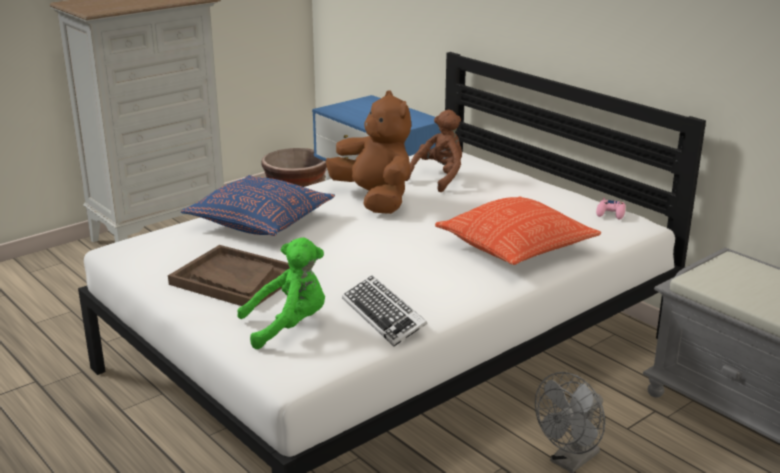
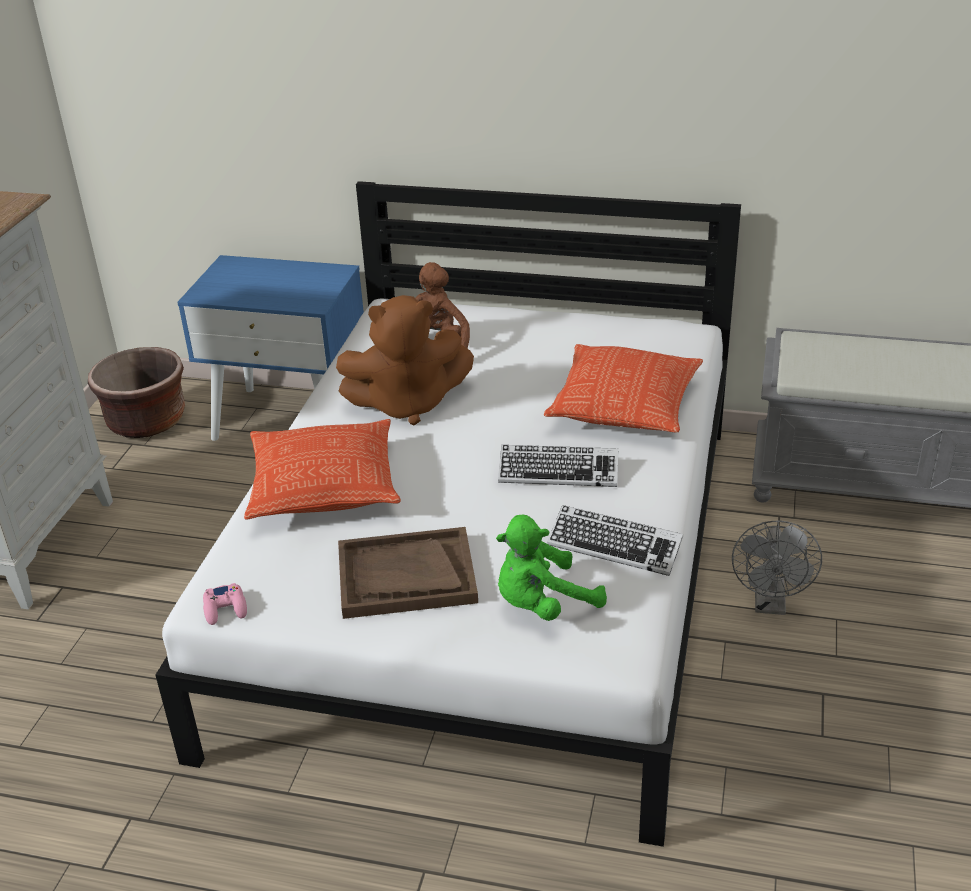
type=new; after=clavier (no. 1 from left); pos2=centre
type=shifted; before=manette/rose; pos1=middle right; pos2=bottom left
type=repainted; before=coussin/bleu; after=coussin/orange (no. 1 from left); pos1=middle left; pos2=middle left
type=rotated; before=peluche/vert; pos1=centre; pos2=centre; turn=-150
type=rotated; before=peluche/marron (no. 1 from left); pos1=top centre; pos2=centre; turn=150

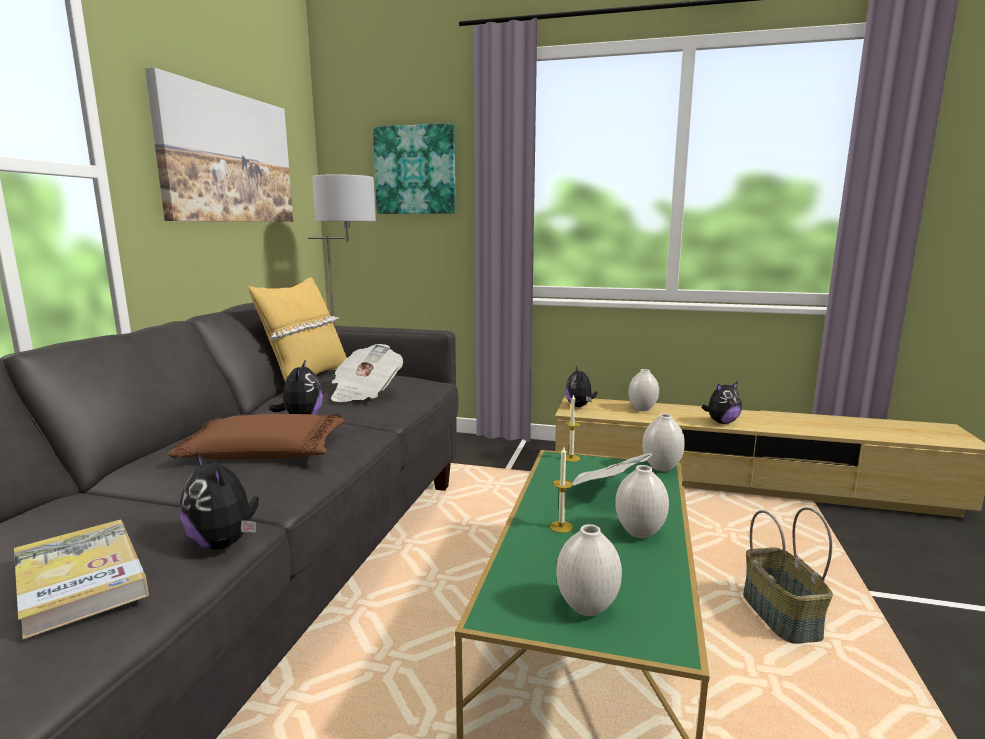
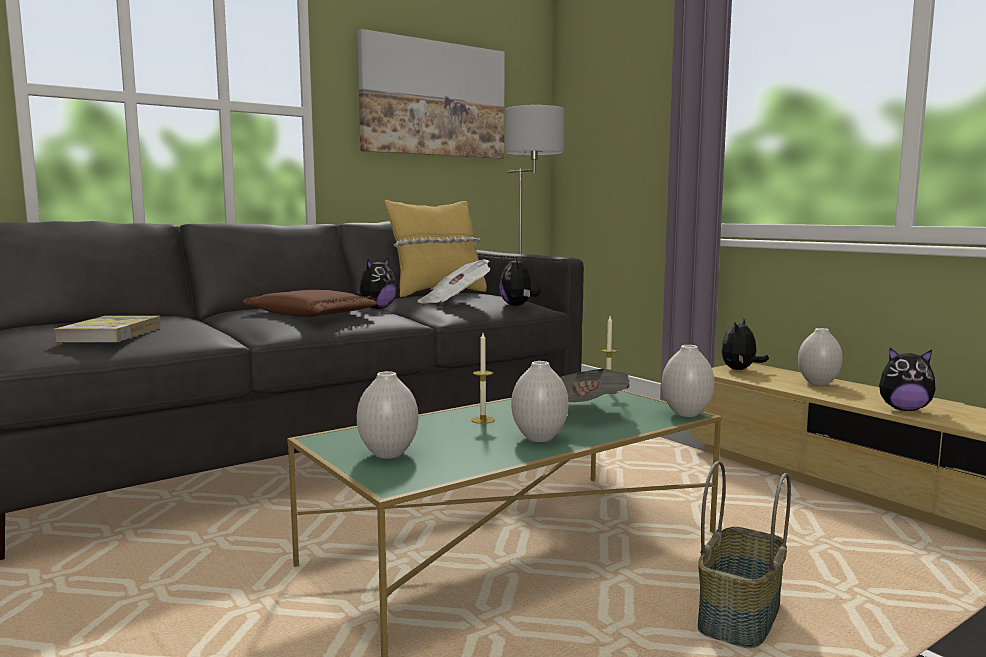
type=gone; before=tableau (no. 2 from left); pos1=top centre
type=shifted; before=peluche (no. 1 from left in the first image); after=peluche (no. 2 from left); pos1=bottom left; pos2=centre

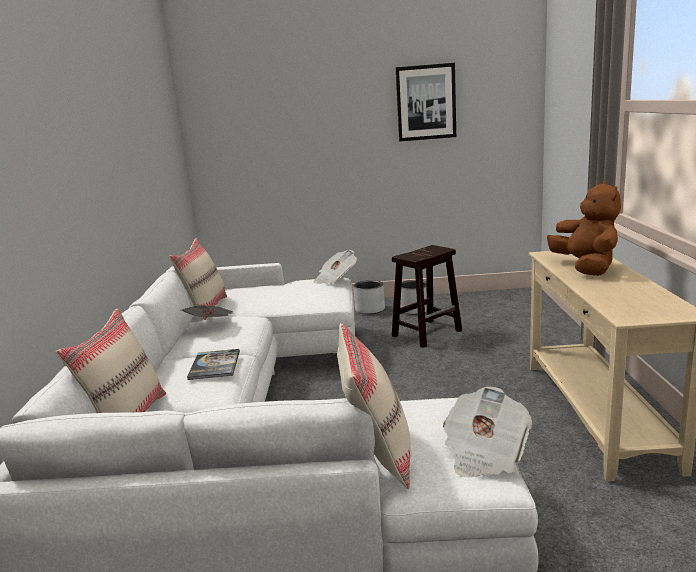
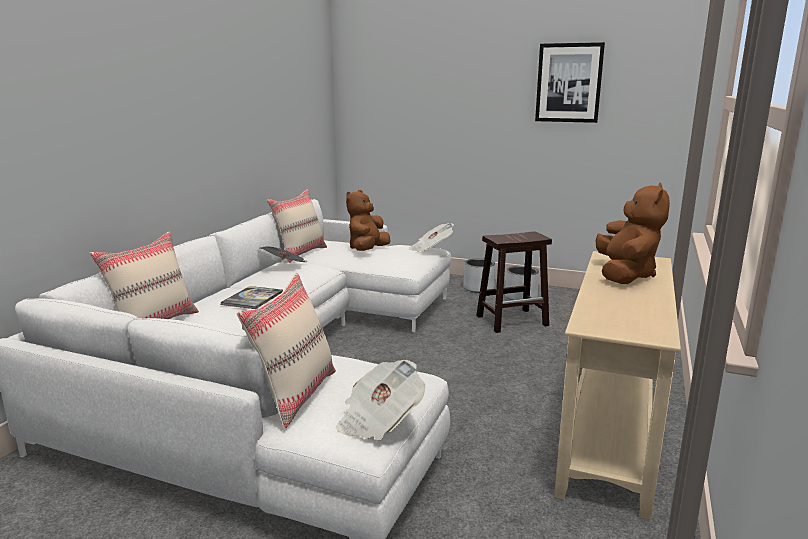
type=new; after=peluche/marron (no. 1 from left); pos2=centre

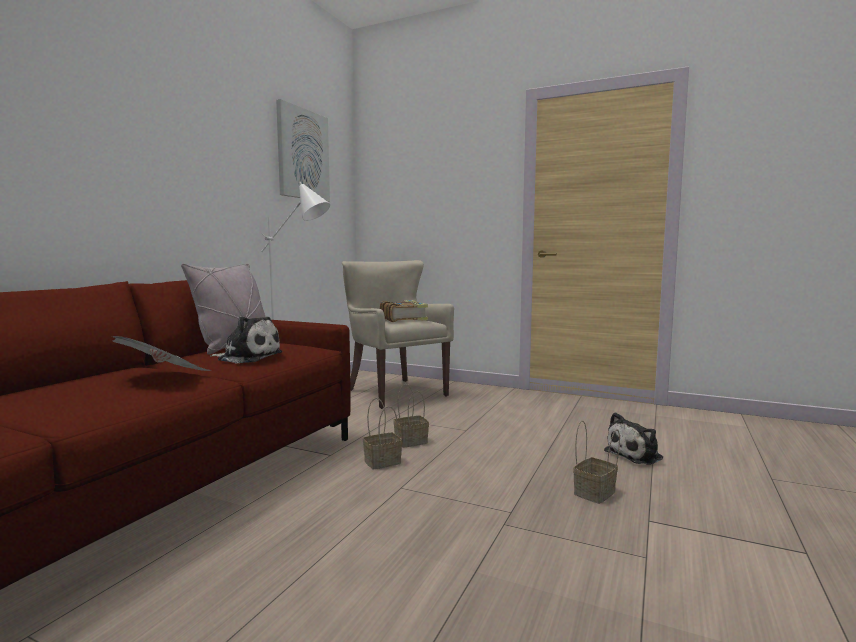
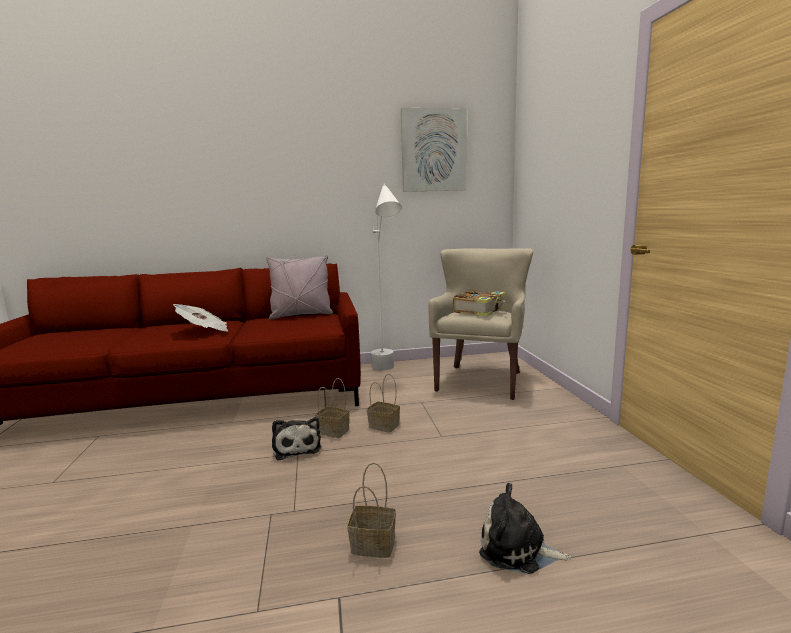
type=shifted; before=peluche (no. 1 from left); pos1=middle left; pos2=bottom centre

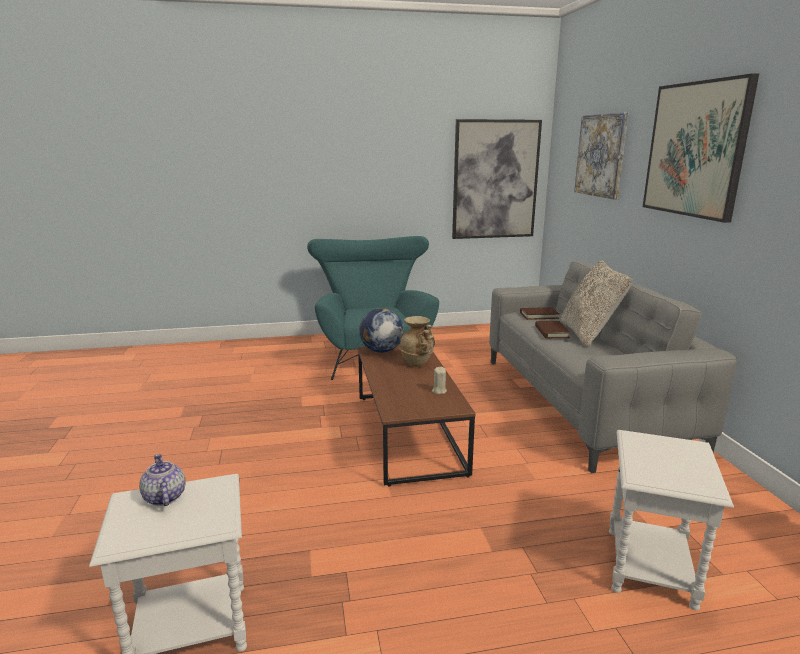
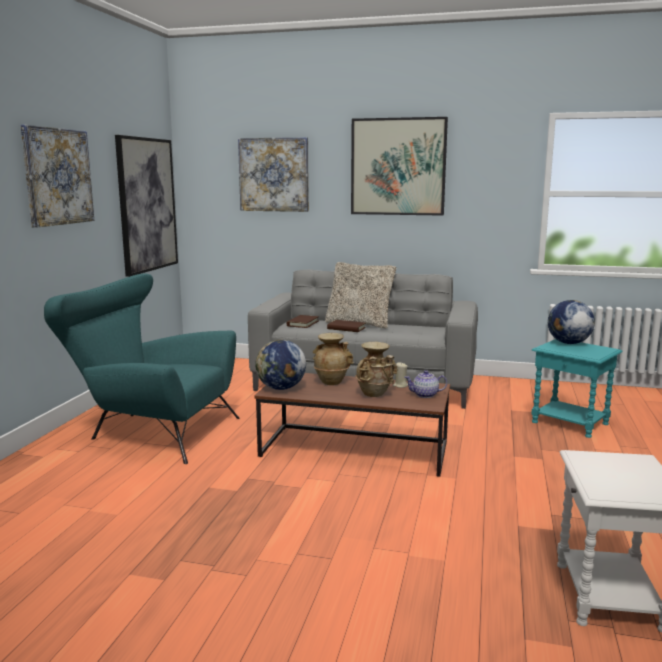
type=new; after=tableau (no. 1 from left); pos2=top left
type=new; after=vase/beige (no. 2 from left); pos2=centre
type=new; after=globe (no. 2 from left); pos2=middle right
type=shifted; before=théière; pos1=bottom left; pos2=centre
type=repainted; before=table d'appoint/blanc (no. 2 from left); after=table d'appoint/turquoise; pos1=bottom right; pos2=middle right

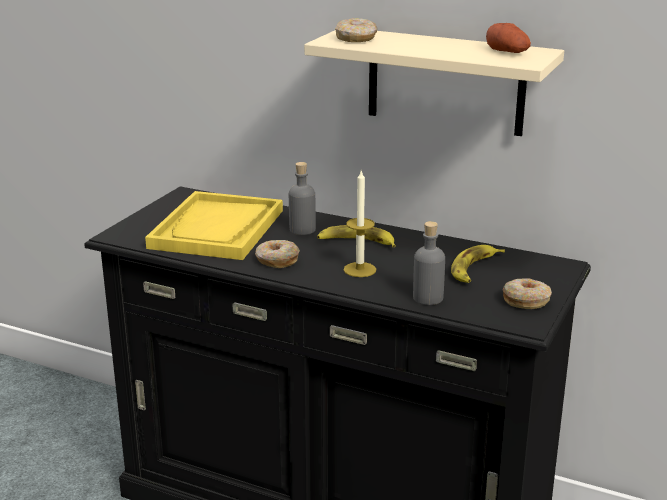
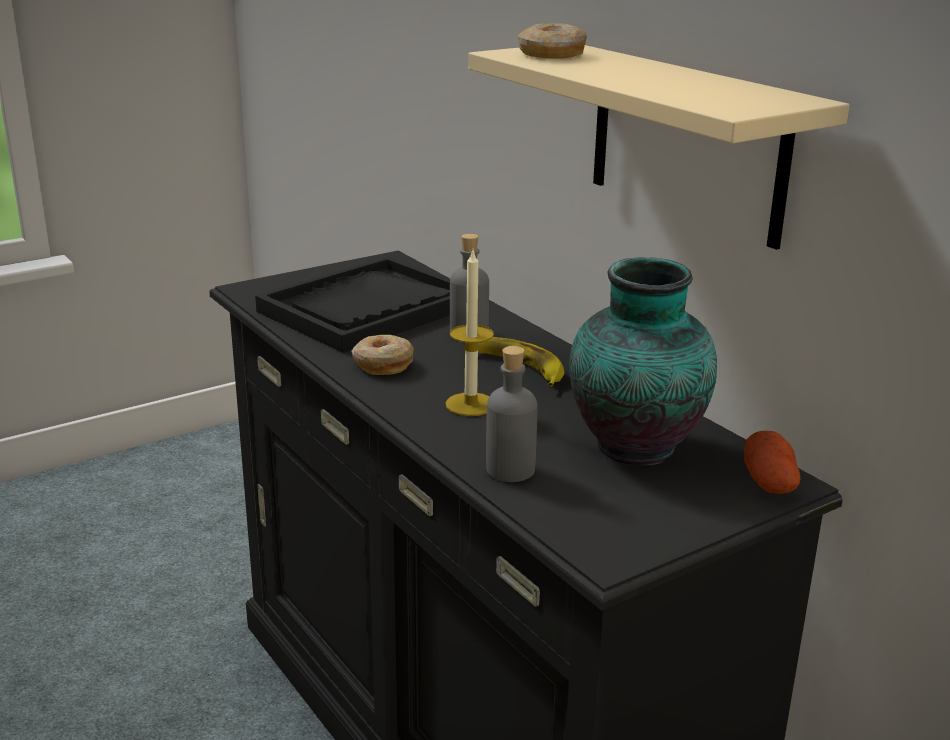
type=gone; before=beignet (no. 3 from left); pos1=middle right
type=shifted; before=pomme de terre; pos1=top right; pos2=middle right
type=swapped; before=banane (no. 2 from left); after=vase; pos1=middle right; pos2=middle right
type=repainted; before=plateau/jaune; after=plateau/noir; pos1=middle left; pos2=centre

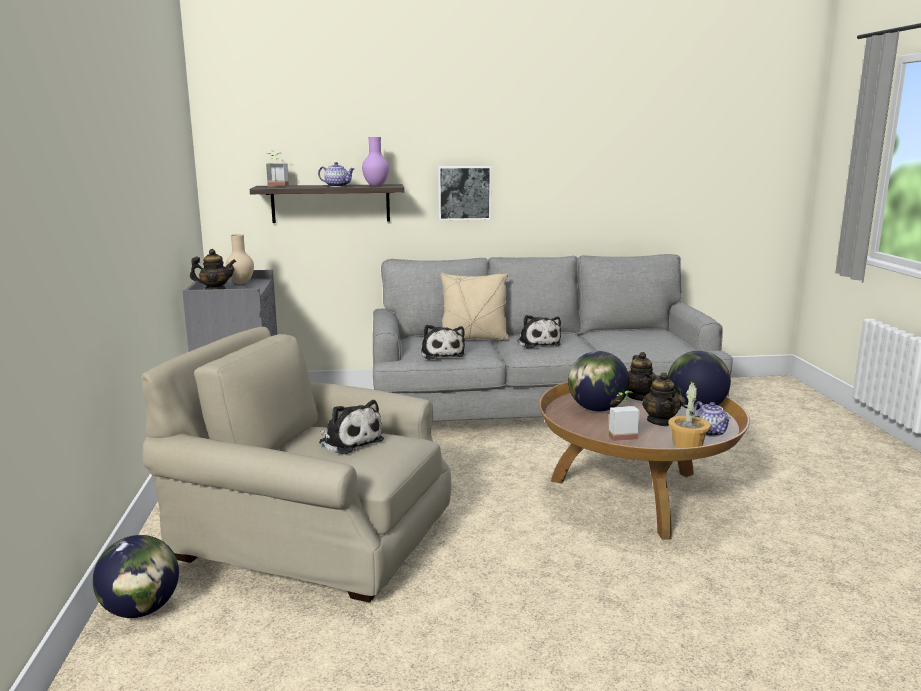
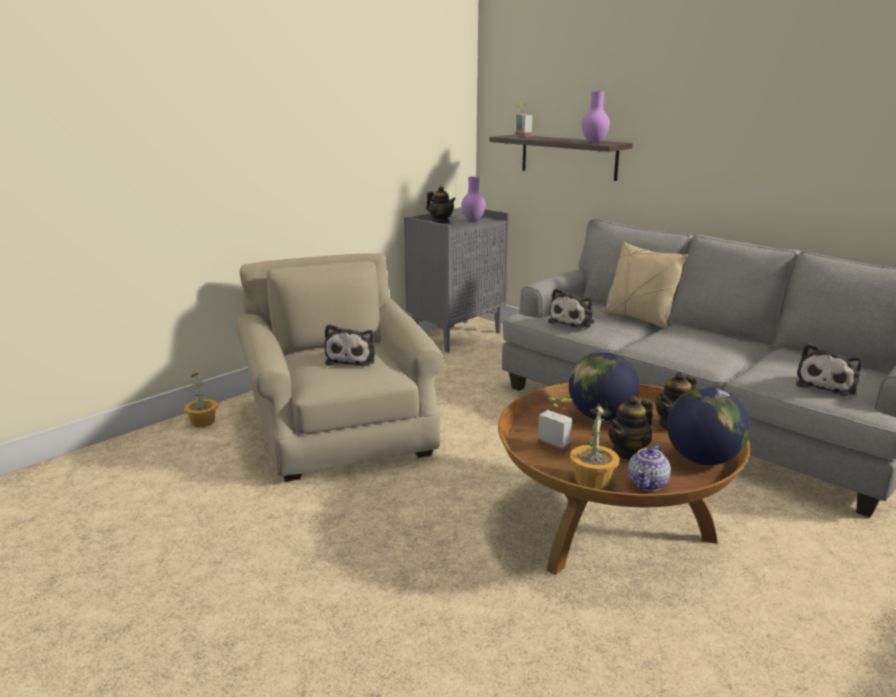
type=gone; before=théière (no. 2 from left); pos1=top centre
type=gone; before=tableau; pos1=top centre
type=shifted; before=peluche (no. 3 from left); pos1=centre; pos2=middle right
type=swapped; before=globe (no. 1 from left); after=plante en pot (no. 1 from left); pos1=bottom left; pos2=middle left
type=repainted; before=vase/beige; after=vase/violet (no. 1 from left); pos1=middle left; pos2=top centre

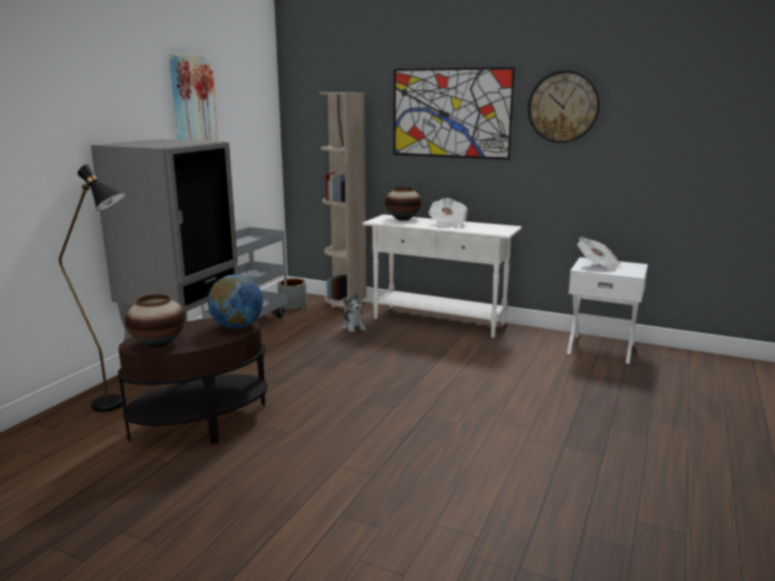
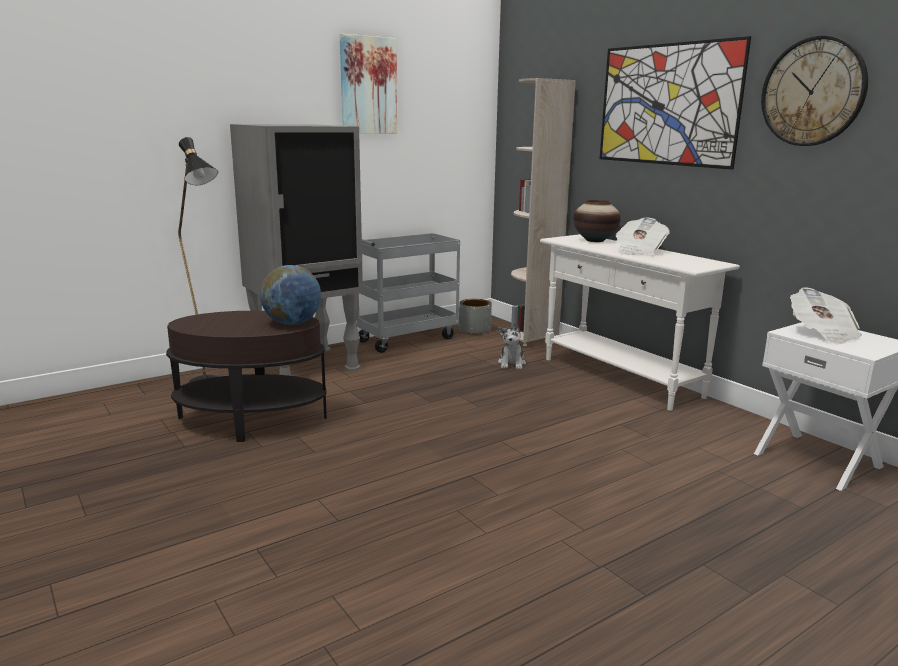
type=gone; before=vase (no. 1 from left); pos1=middle left

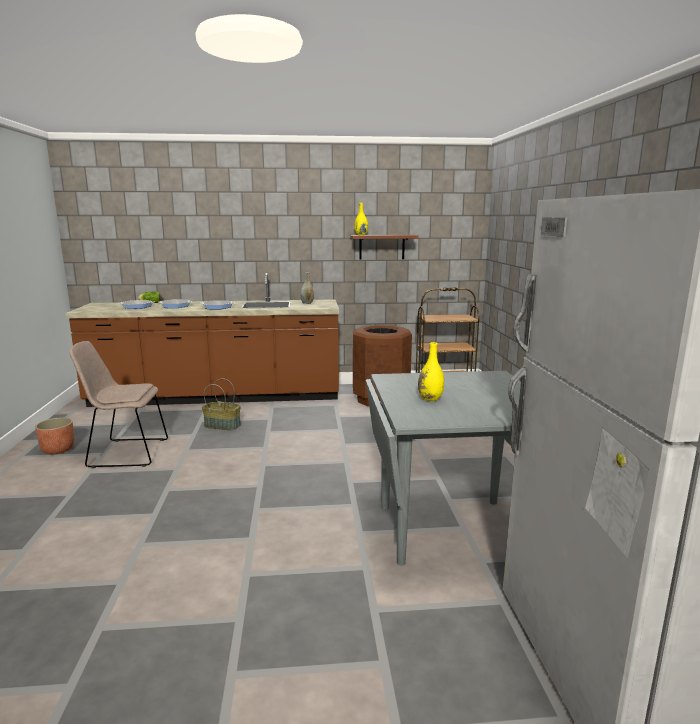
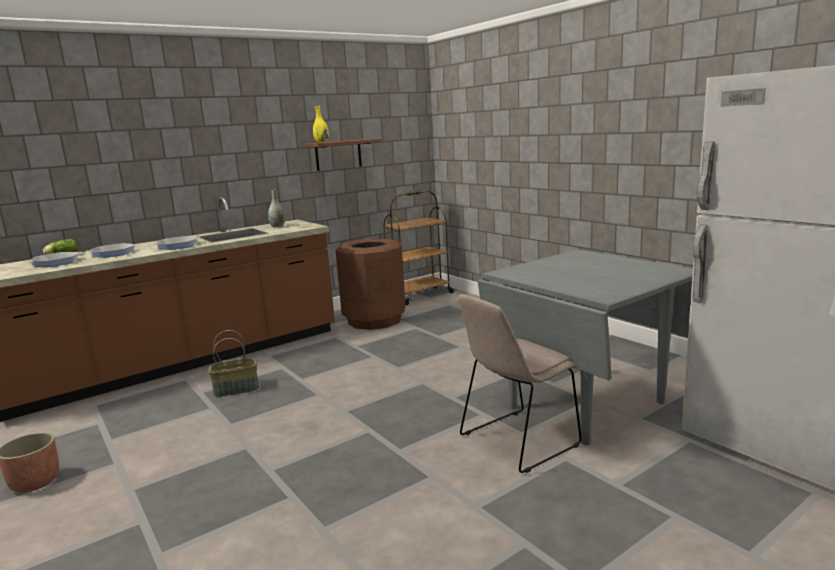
type=gone; before=vase/jaune (no. 2 from left); pos1=centre
type=shifted; before=chaise/beige; pos1=middle left; pos2=bottom centre

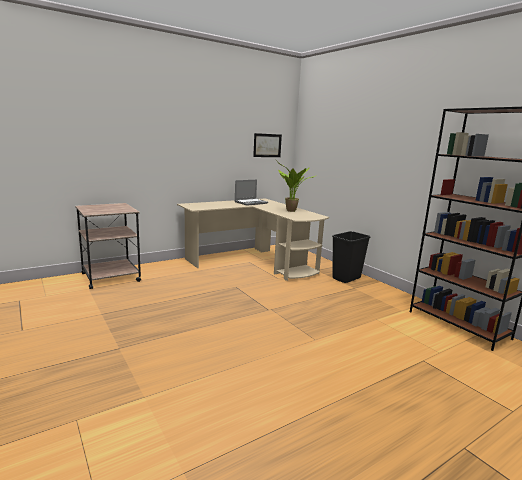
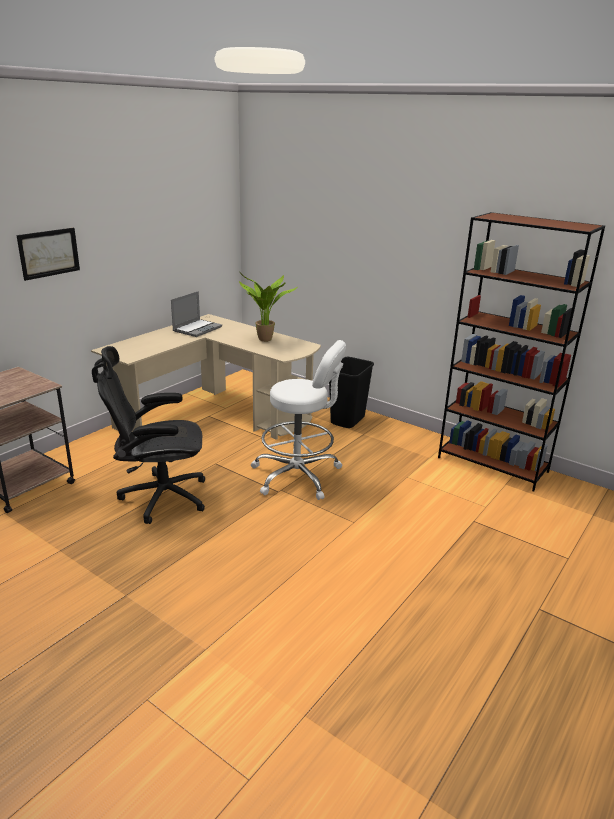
type=new; after=chaise de bureau; pos2=middle left
type=new; after=tabouret/blanc; pos2=centre
type=shifted; before=tableau; pos1=top centre; pos2=top left

